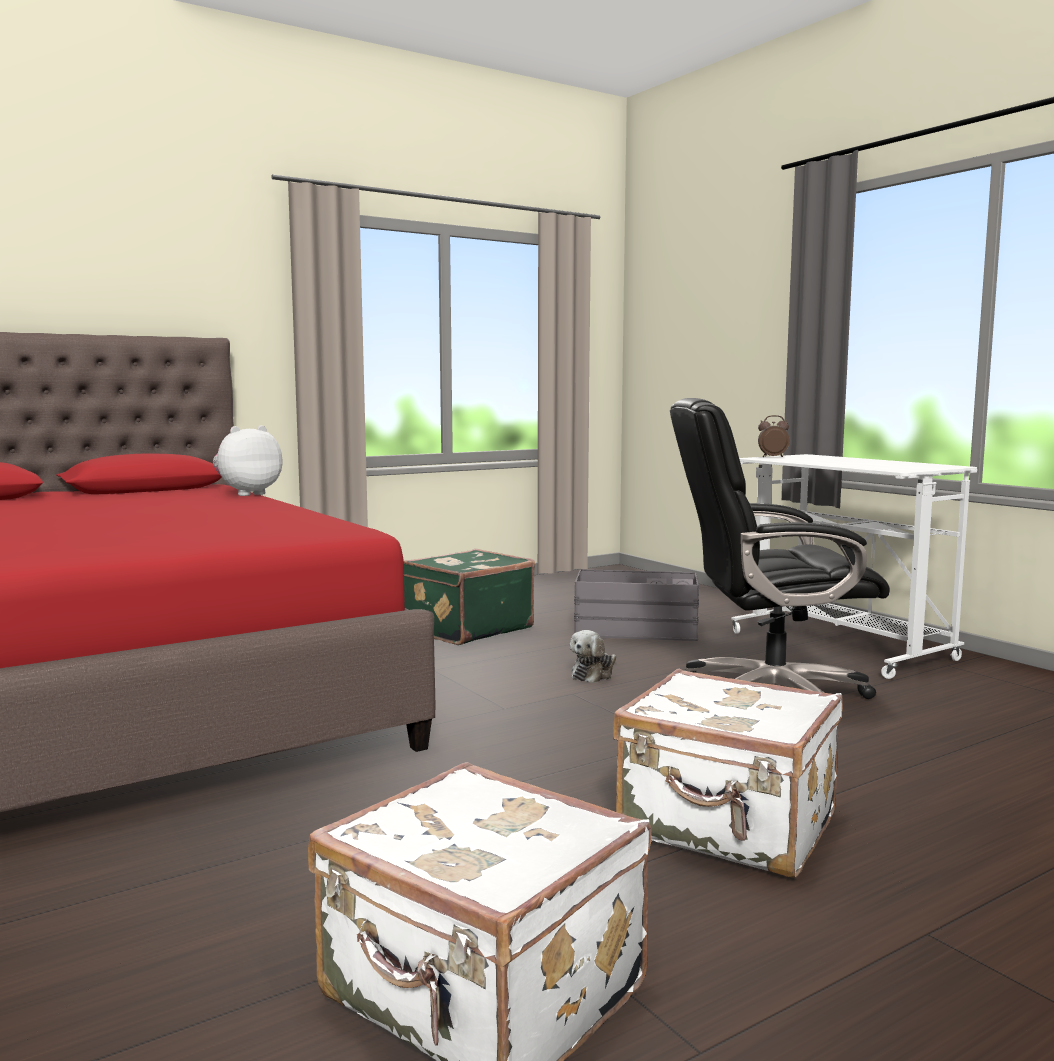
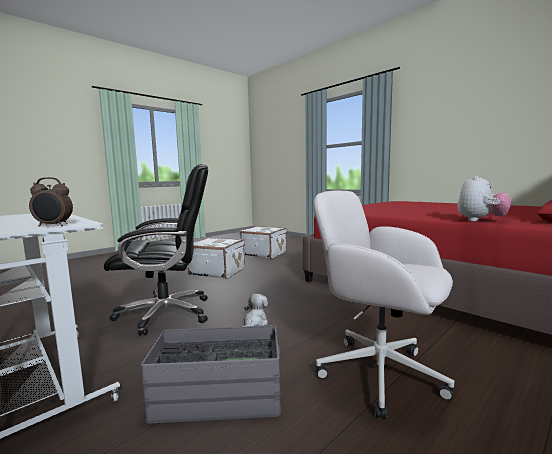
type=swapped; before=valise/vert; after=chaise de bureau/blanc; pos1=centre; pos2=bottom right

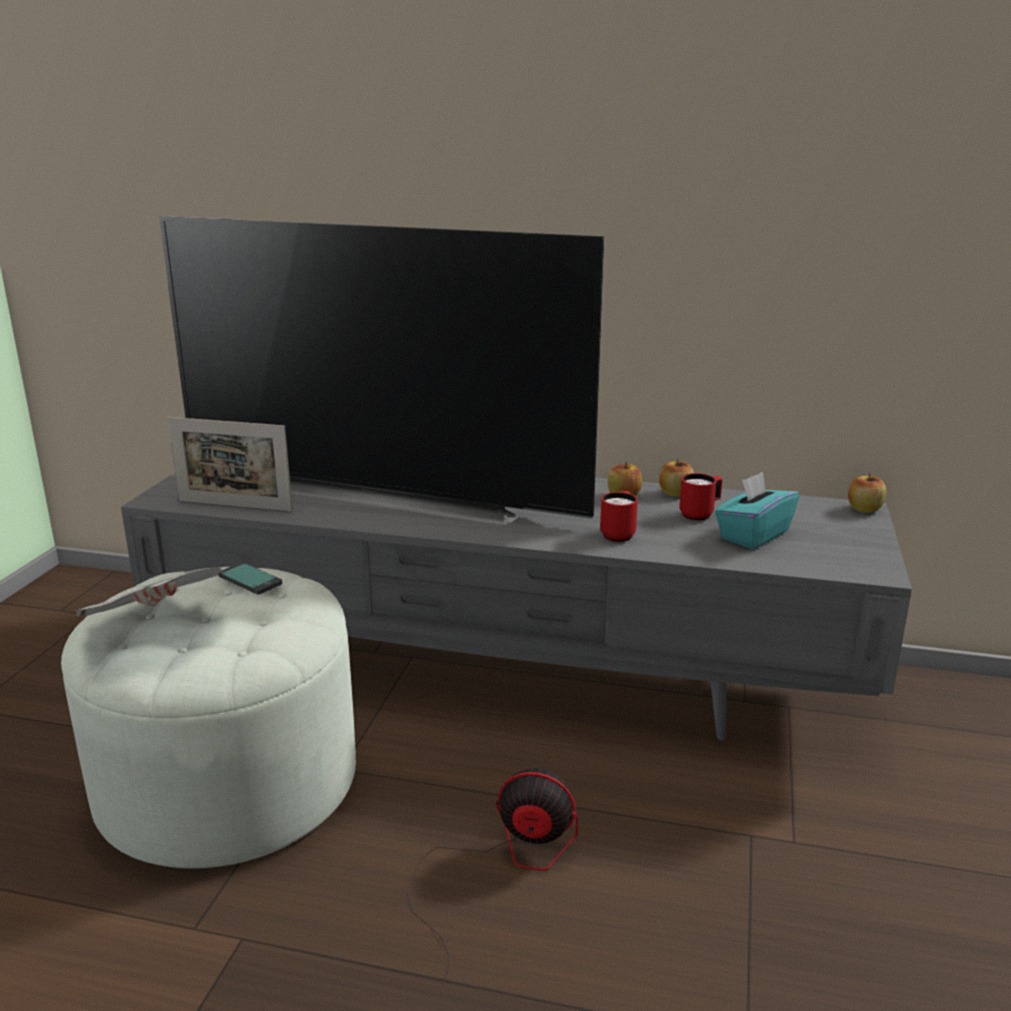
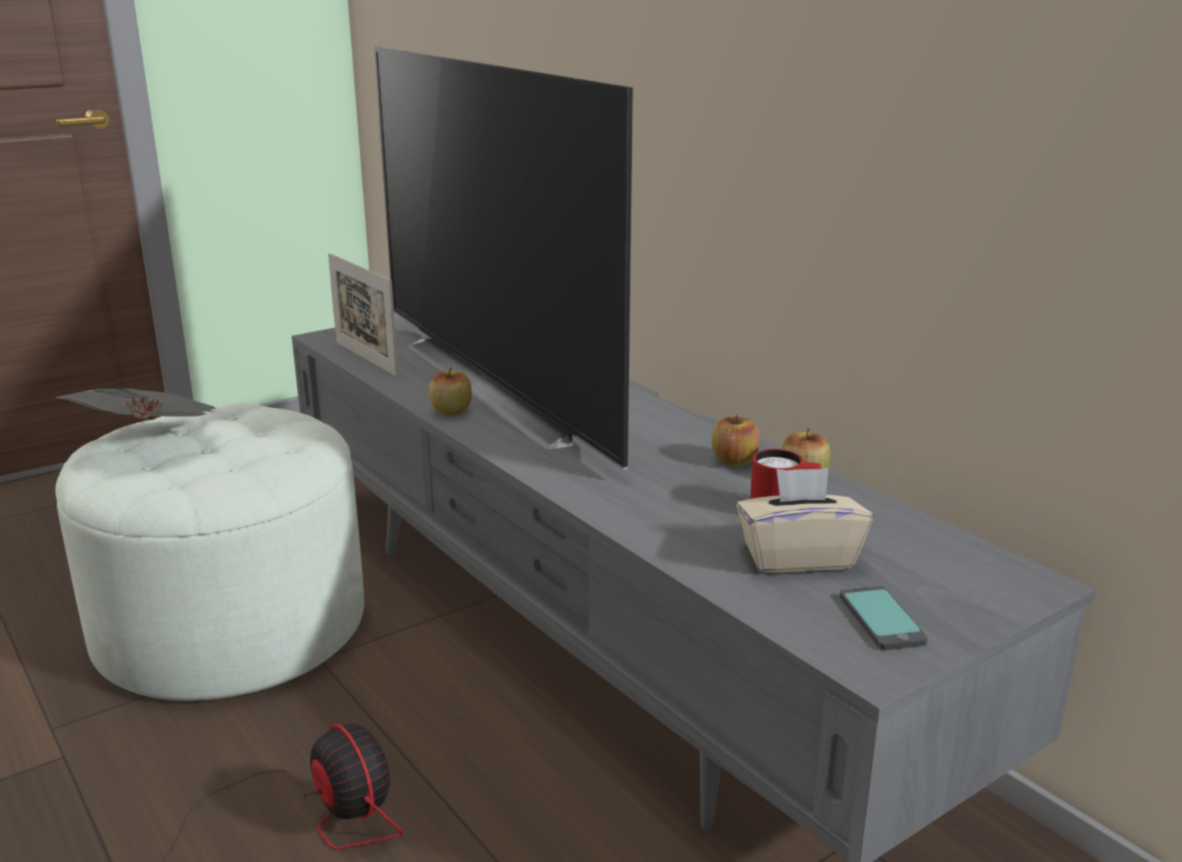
type=gone; before=mug/rouge (no. 1 from left); pos1=centre
type=shifted; before=téléphone; pos1=middle left; pos2=bottom right
type=shifted; before=pomme (no. 3 from left in the first image); after=pomme (no. 1 from left); pos1=middle right; pos2=centre
type=repainted; before=boîte à mouchoirs/turquoise; after=boîte à mouchoirs/beige; pos1=middle right; pos2=middle right

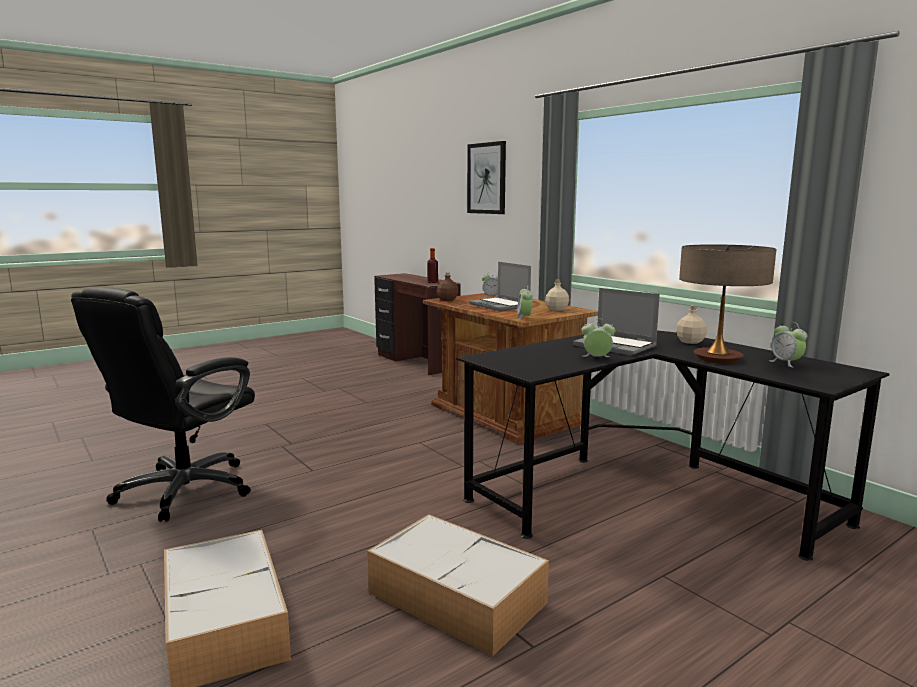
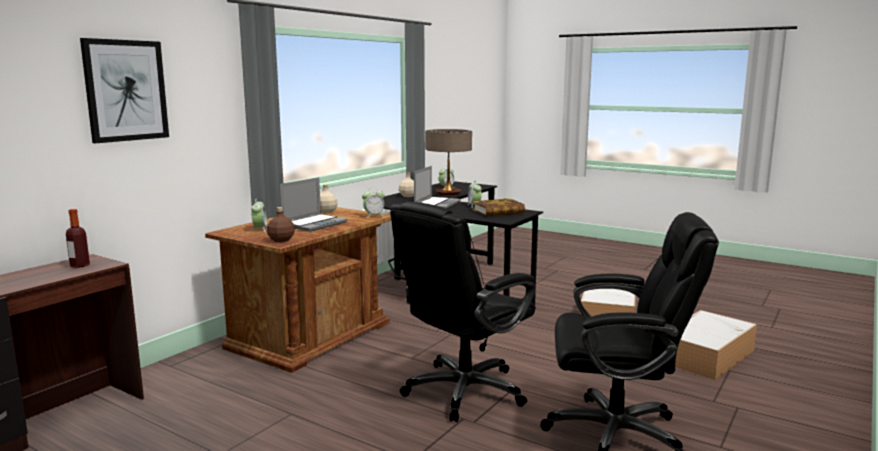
type=new; after=chaise de bureau/noir (no. 1 from left); pos2=bottom centre
type=new; after=livre; pos2=centre

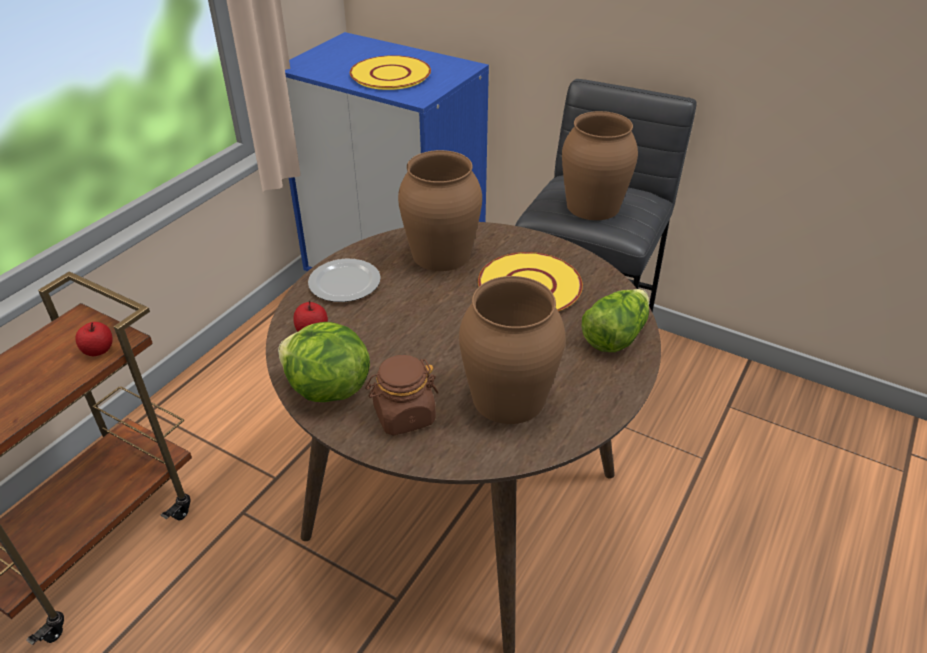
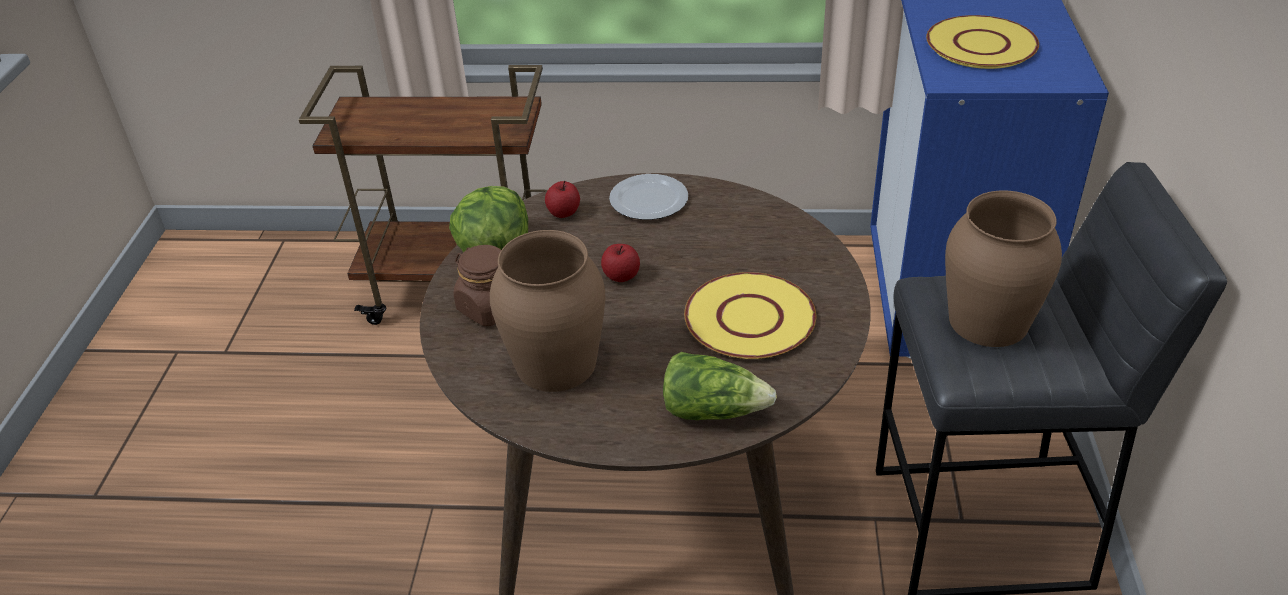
type=gone; before=vase/marron (no. 1 from left); pos1=top centre
type=shifted; before=pomme (no. 1 from left in the first image); after=pomme (no. 2 from left); pos1=middle left; pos2=centre

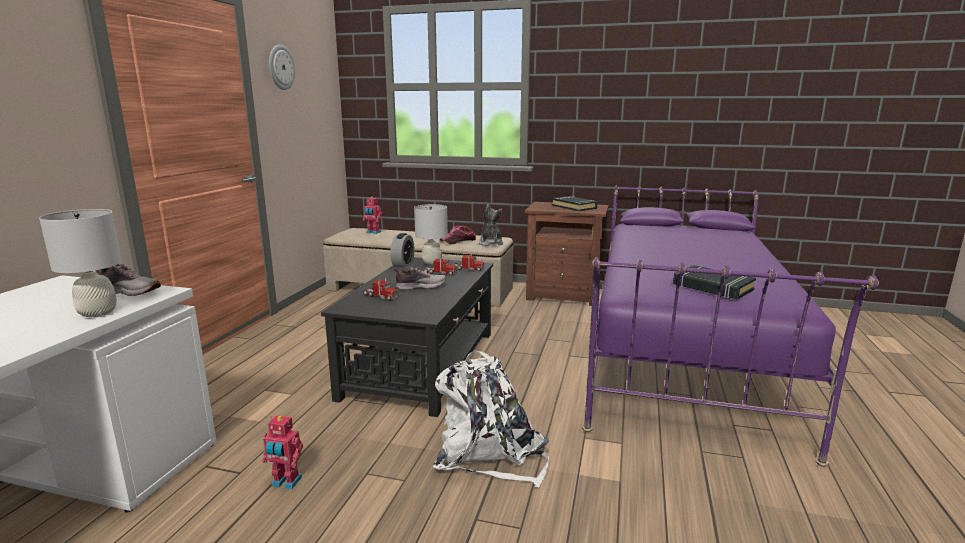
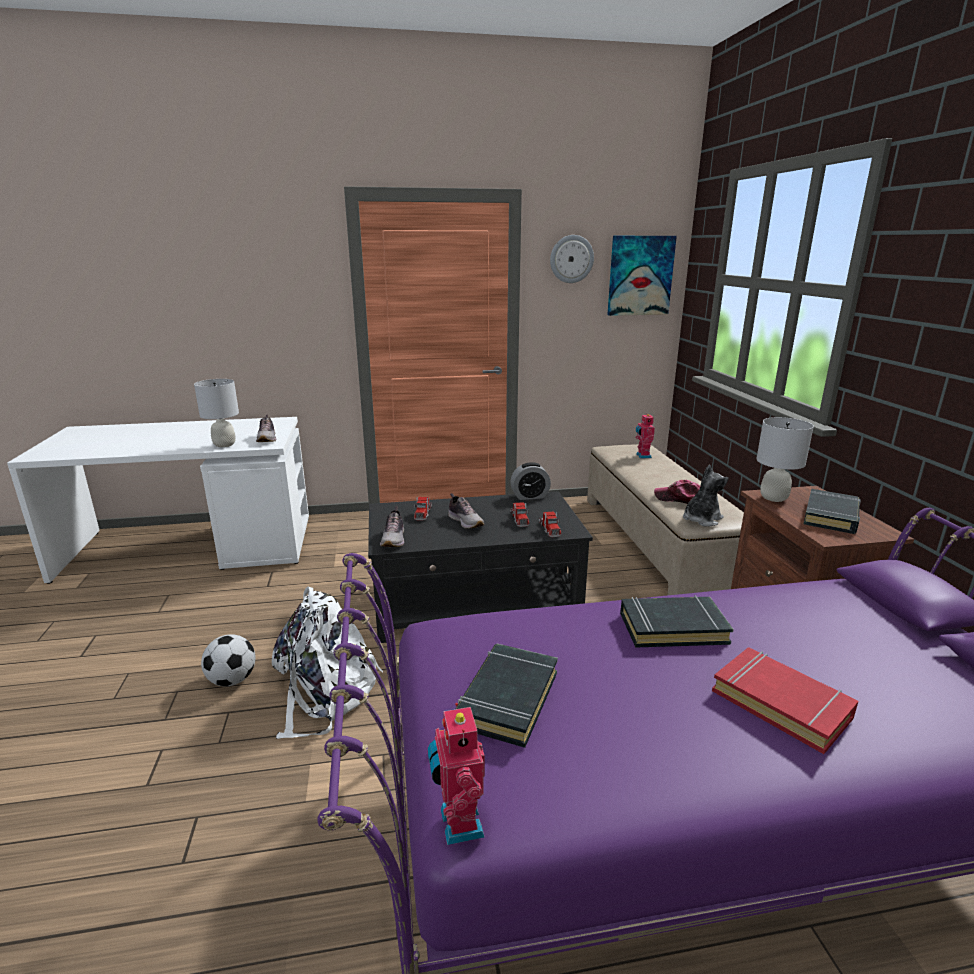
type=new; after=ballon de foot; pos2=bottom left
type=new; after=chaussure (no. 2 from left); pos2=centre
type=new; after=tableau; pos2=top centre
type=new; after=livre/noir (no. 2 from left); pos2=middle right
type=new; after=livre/rouge; pos2=bottom right
type=shifted; before=robot jouet (no. 1 from left); pos1=bottom left; pos2=bottom centre
type=shifted; before=lampe de table/gris (no. 2 from left); pos1=centre; pos2=middle right

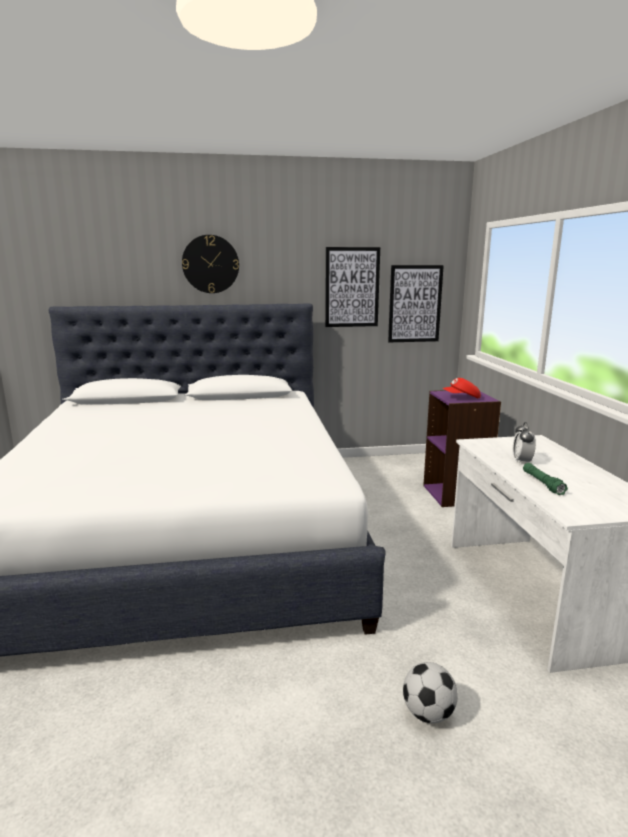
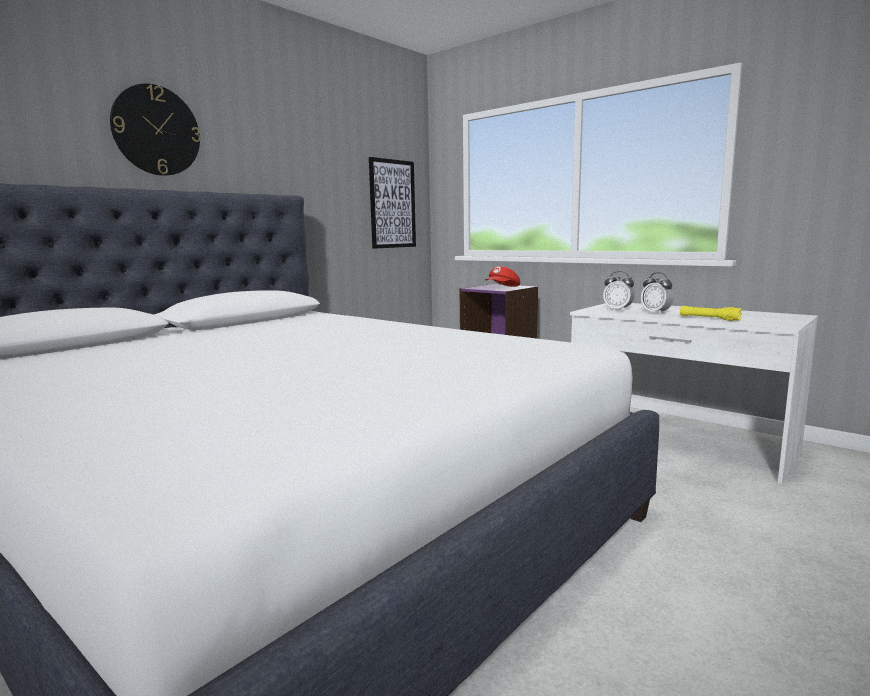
type=gone; before=tableau (no. 1 from left); pos1=centre
type=gone; before=ballon de foot; pos1=bottom right
type=new; after=réveil (no. 1 from left); pos2=middle right
type=repainted; before=lampe de poche/vert; after=lampe de poche/jaune; pos1=middle right; pos2=middle right

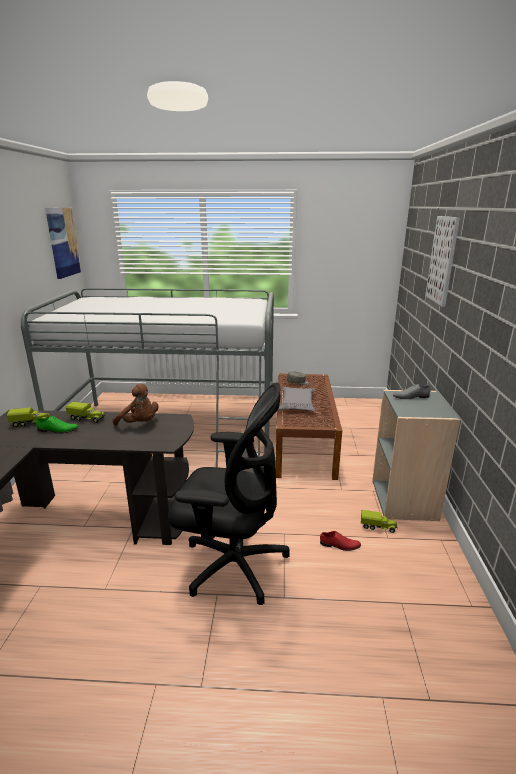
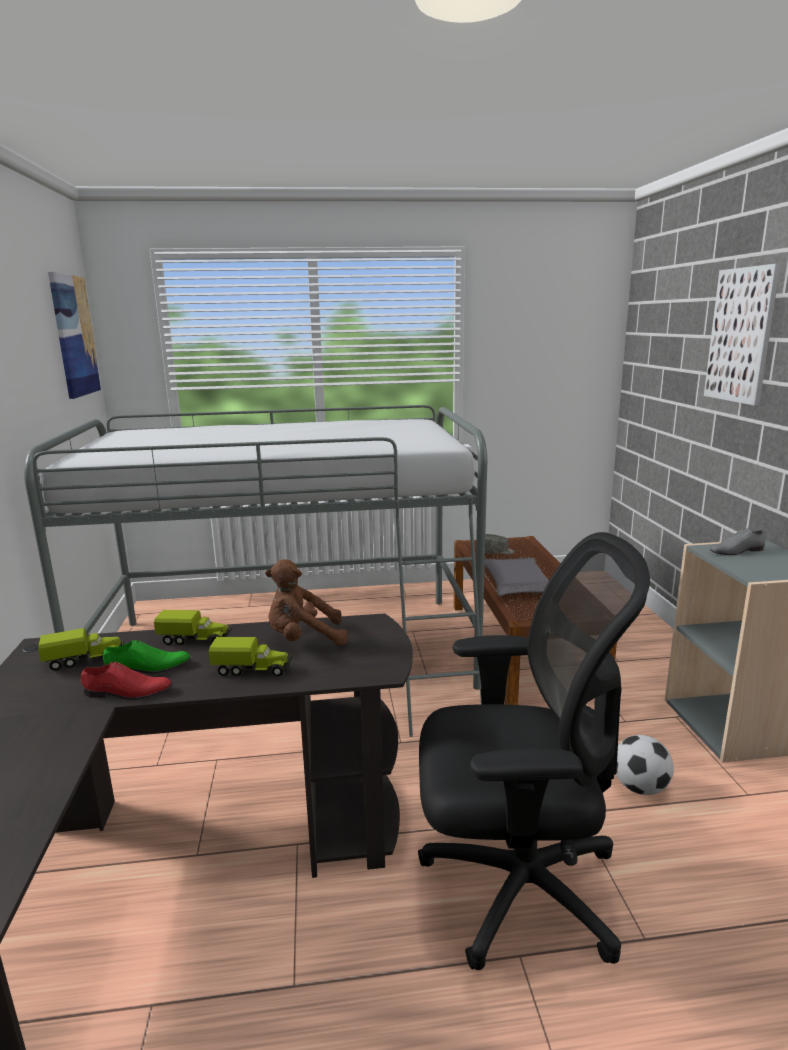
type=new; after=ballon de foot; pos2=bottom right
type=shifted; before=chaussure/rouge; pos1=bottom centre; pos2=middle left
type=shifted; before=camion jouet (no. 3 from left); pos1=bottom right; pos2=middle left
type=rotated; before=peluche/marron; pos1=middle left; pos2=centre; turn=150

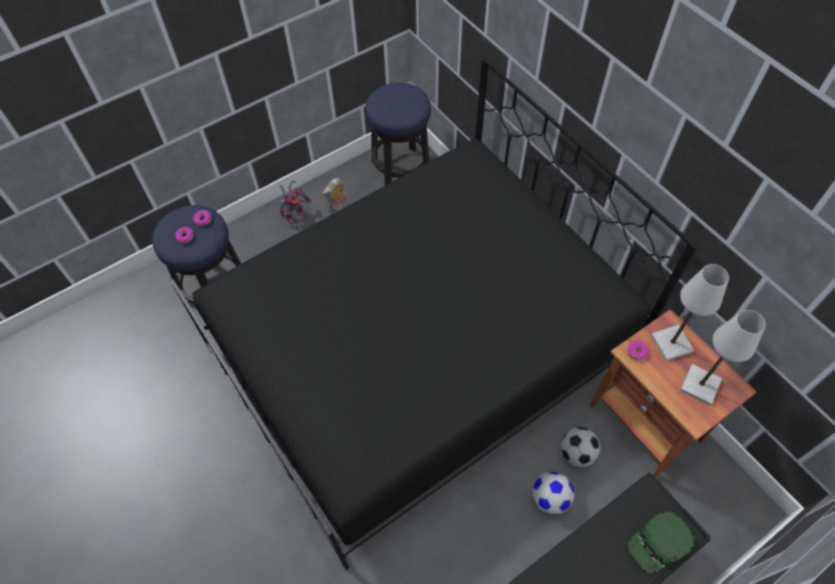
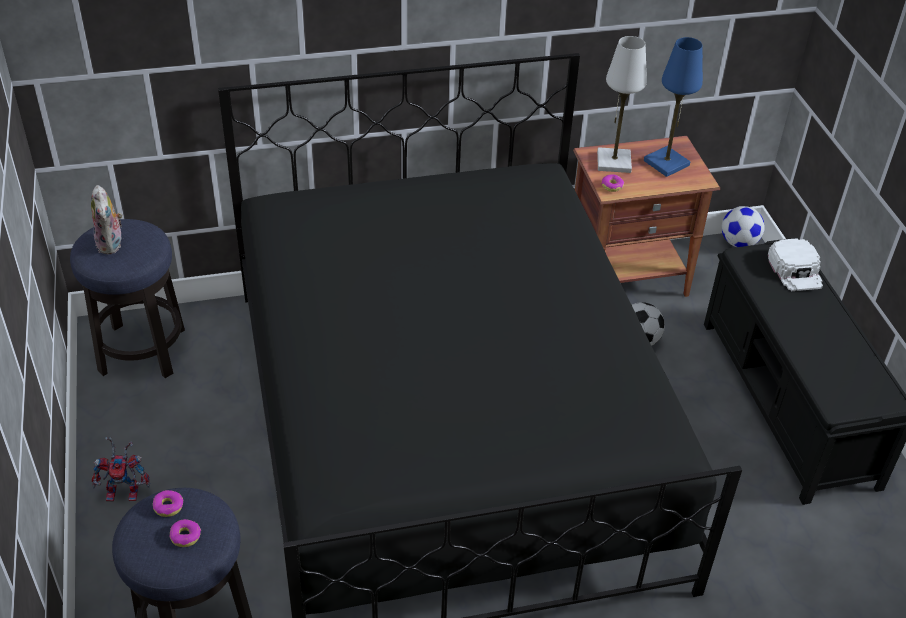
type=shifted; before=peluche; pos1=centre; pos2=middle left
type=shifted; before=ballon de foot (no. 1 from left in the first image); after=ballon de foot (no. 2 from left); pos1=bottom centre; pos2=middle right
type=repainted; before=casquette/vert; after=casquette/blanc; pos1=bottom right; pos2=middle right
type=repainted; before=lampe de table/blanc (no. 2 from left); after=lampe de table/bleu; pos1=middle right; pos2=top right
type=rotated; before=robot jouet; pos1=centre; pos2=bottom left; turn=105

